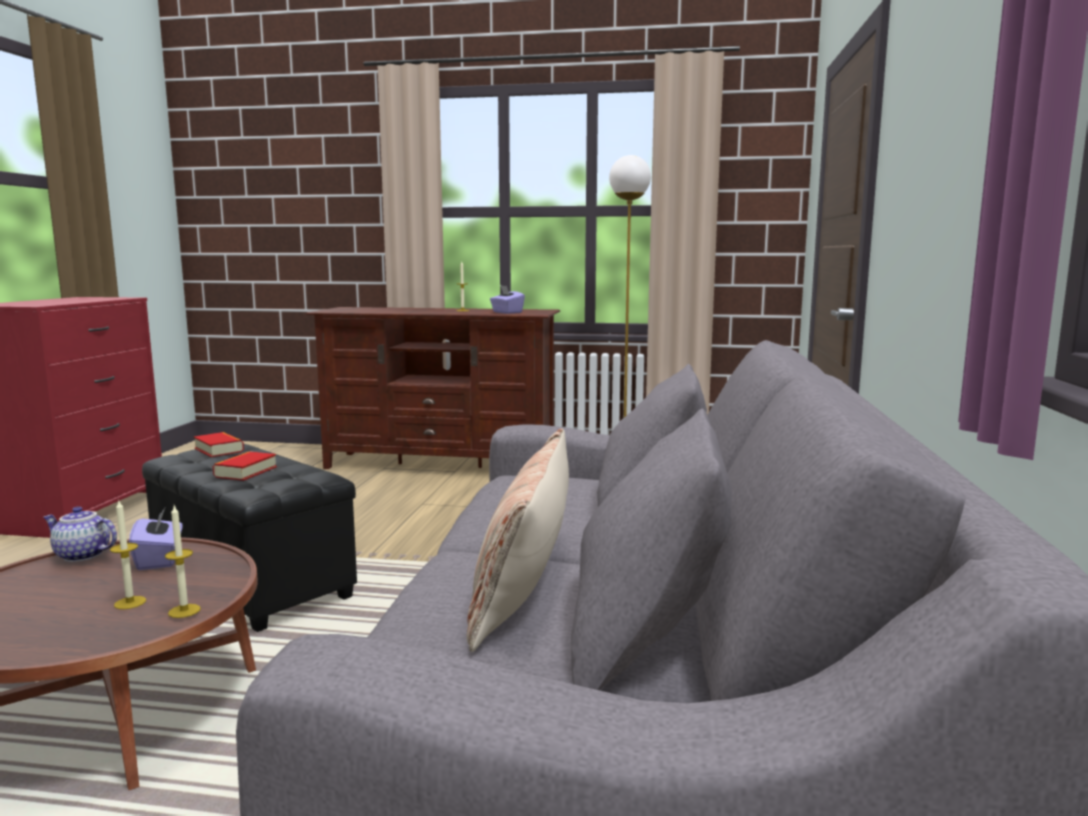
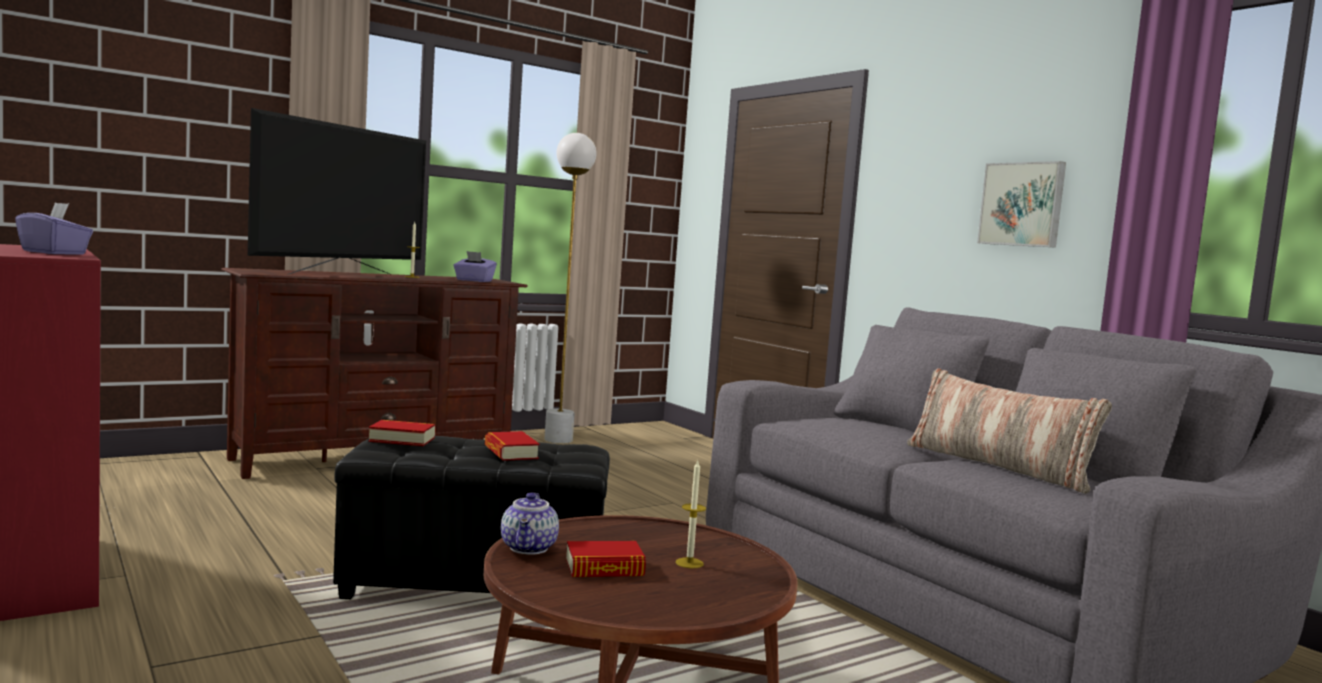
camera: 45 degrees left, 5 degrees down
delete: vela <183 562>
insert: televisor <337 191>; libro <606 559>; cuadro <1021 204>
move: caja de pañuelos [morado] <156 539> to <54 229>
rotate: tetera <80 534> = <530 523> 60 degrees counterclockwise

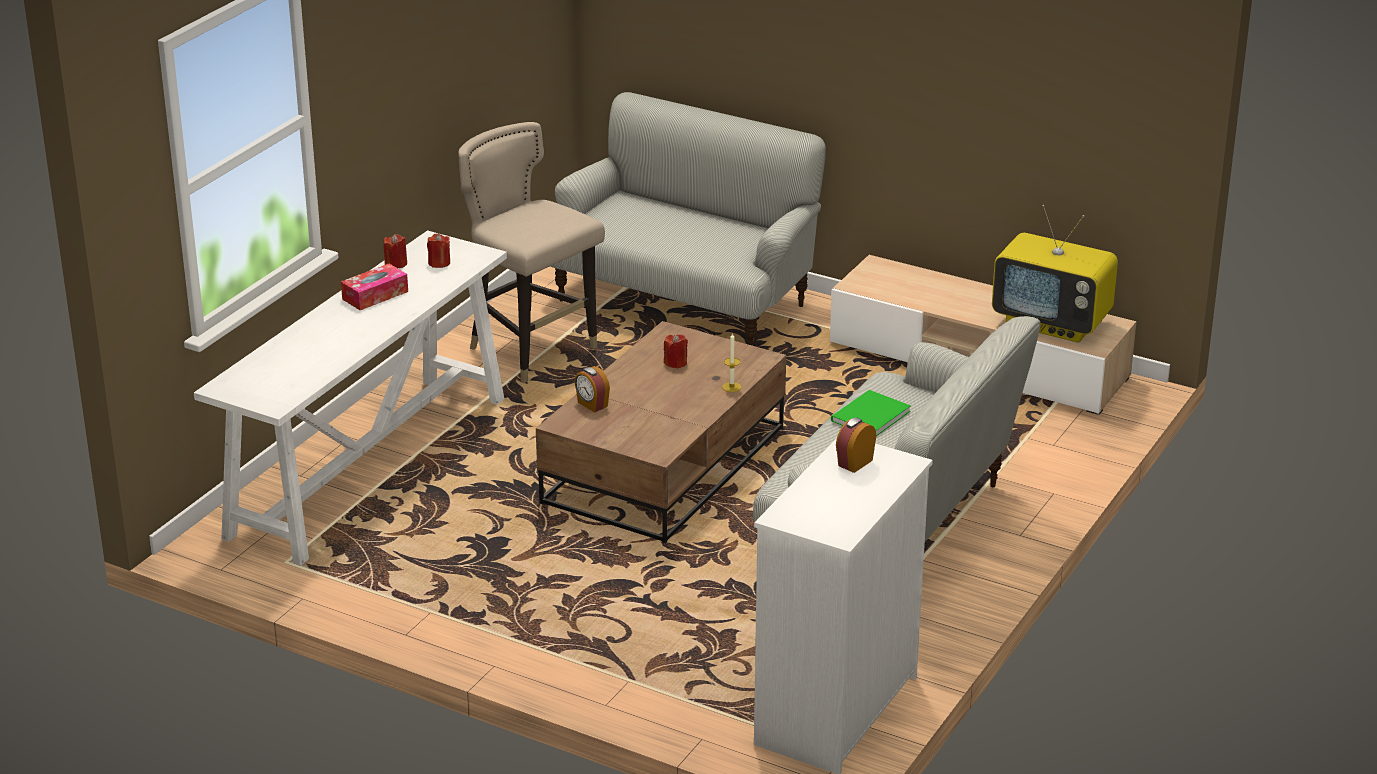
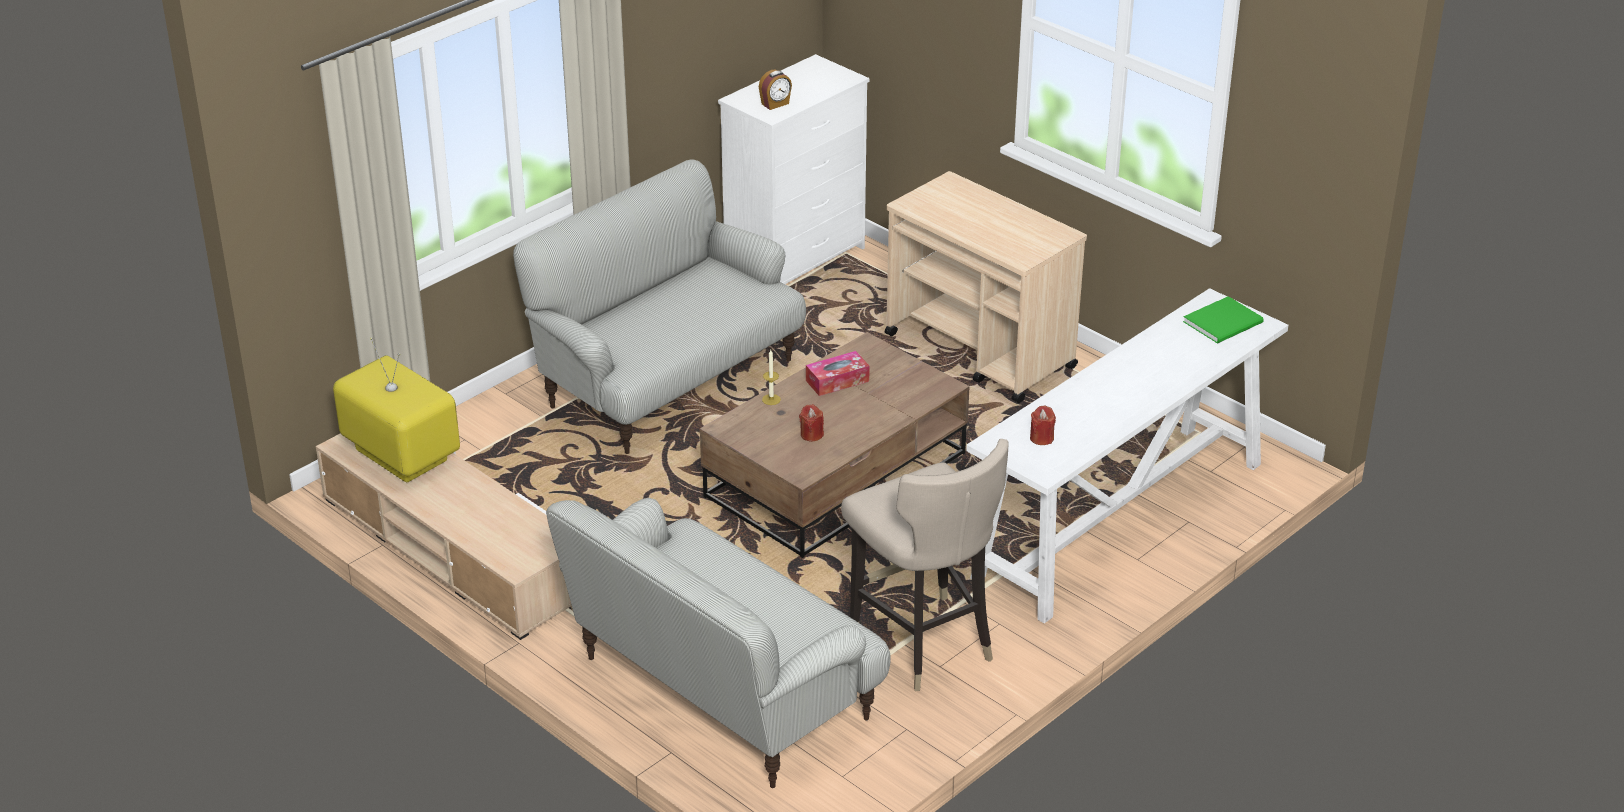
camera: 165 degrees left, 5 degrees up
delete: vela [rojo] <395 251>; despertador <592 389>
insert: carrito [beis] <986 287>
move: caja de pañuelos <374 287> to <838 373>; libro [verde] <871 413> to <1223 320>

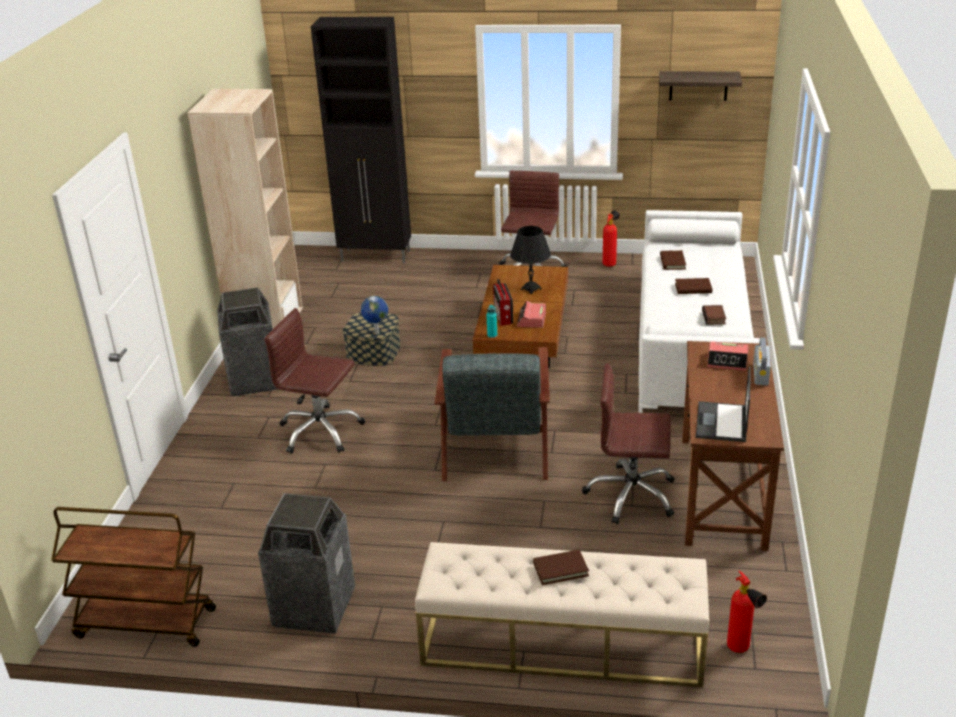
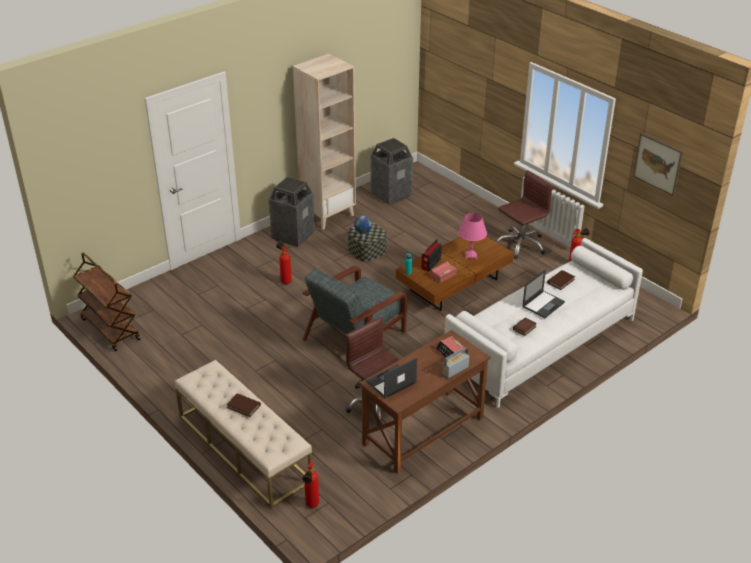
camera: 40 degrees right, 5 degrees up
delete: armario [negro] <361 140>
move: papelera <306 563> to <392 171>
replace: silla de oficina [marrón] <314 381> to extintor <284 263>; estante <700 86> to cuadro <658 164>; libro [marrón] <693 286> to portátil <543 293>
recolor: lámpara de mesa [negro] <530 260> to lámpara de mesa [rosa] <472 236>

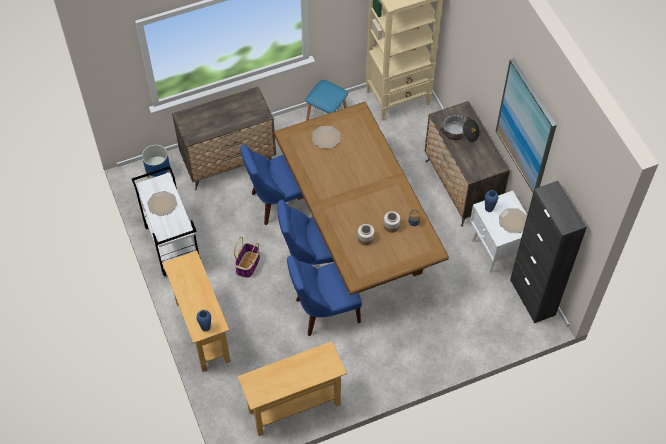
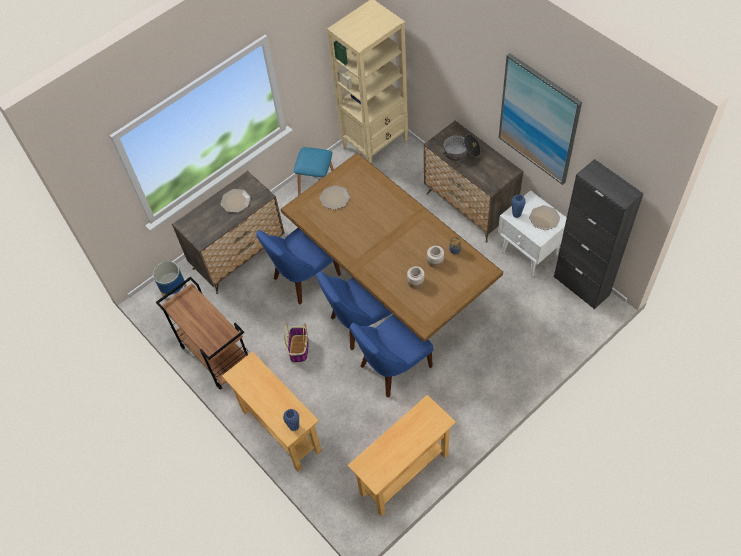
camera: 15 degrees left, 0 degrees up
move: plato <162 203> to <236 201>
recolor: carrito [blanco] <166 221> to carrito [marrón] <202 333>

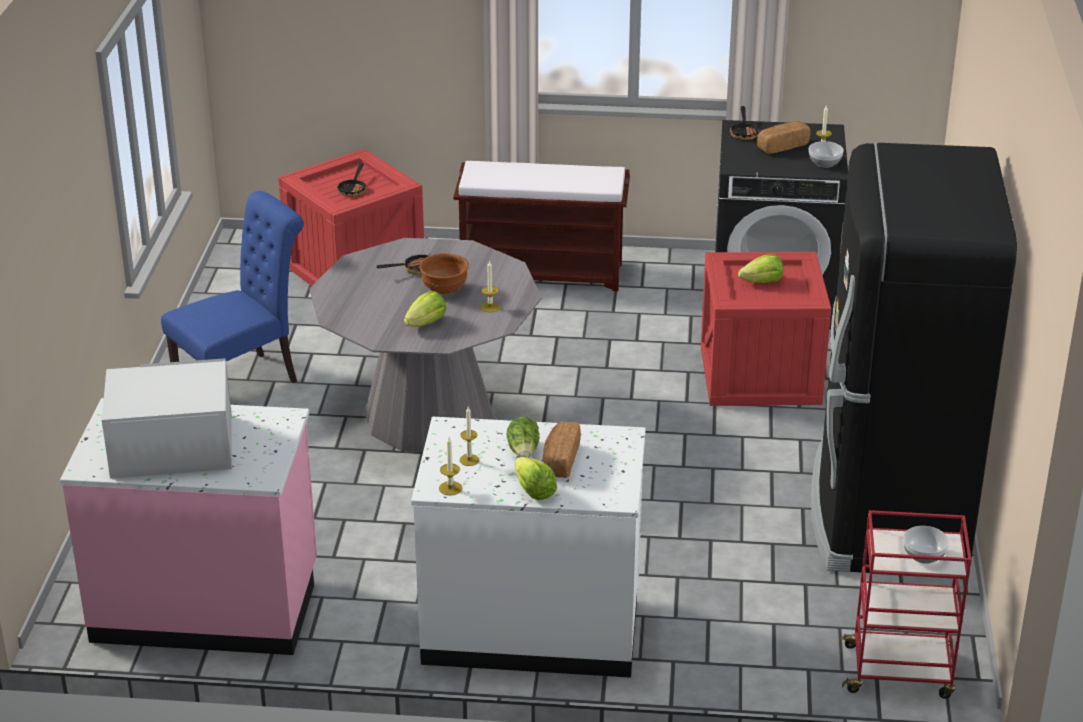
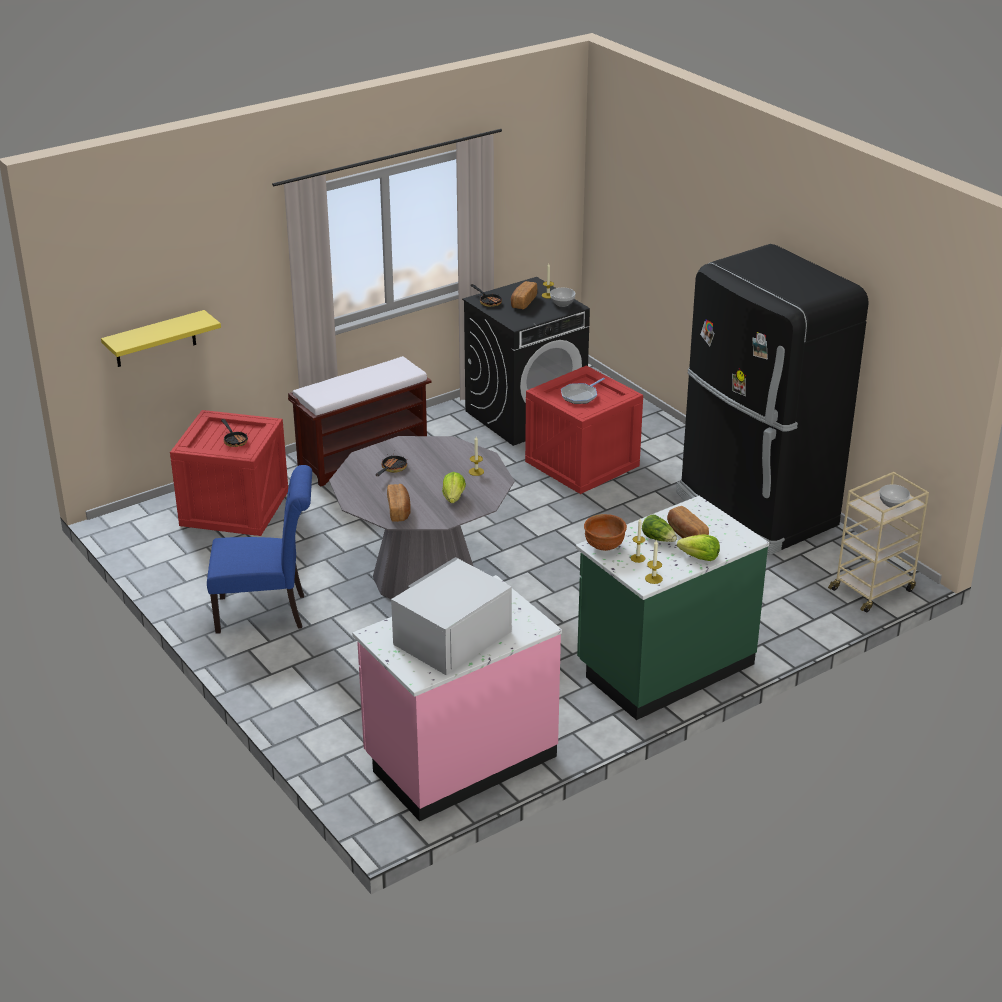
camera: 40 degrees left, 0 degrees up
insert: estante [amarillo] <161 338>; pan <399 503>
move: cuenco [marrón] <444 273> to <605 532>
replace: lechuga <760 268> to sartén <583 391>
recolor: mueble bajo de cocina [blanco] <528 547> to mueble bajo de cocina [verde] <672 608>; carrito [rojo] <906 604> to carrito [beis] <878 542>
rotate: silla [azul] <232 287> = <259 549> 75 degrees clockwise

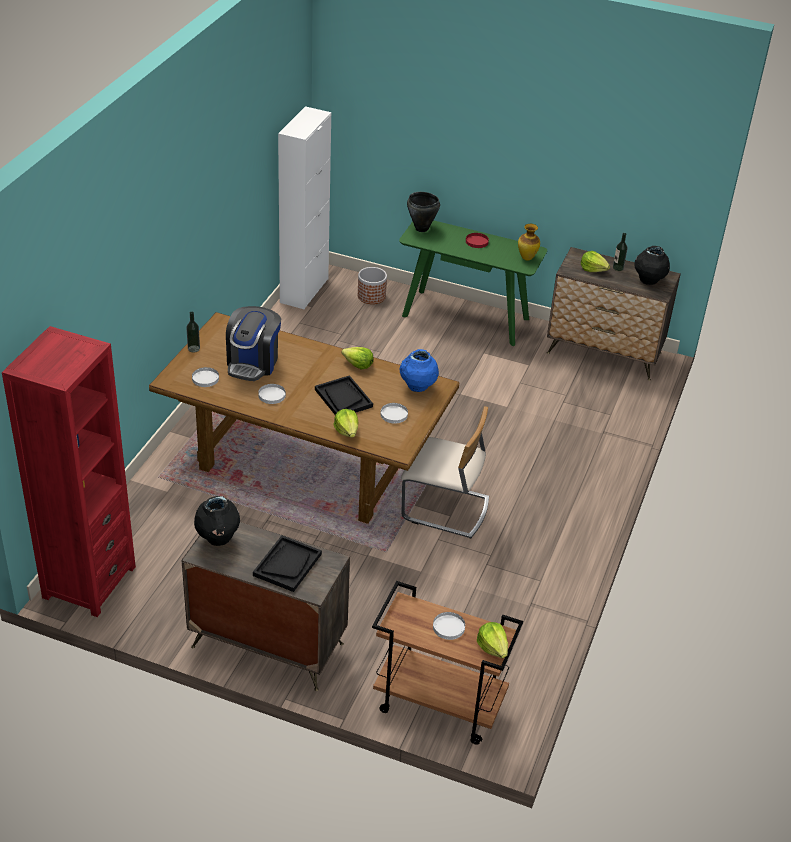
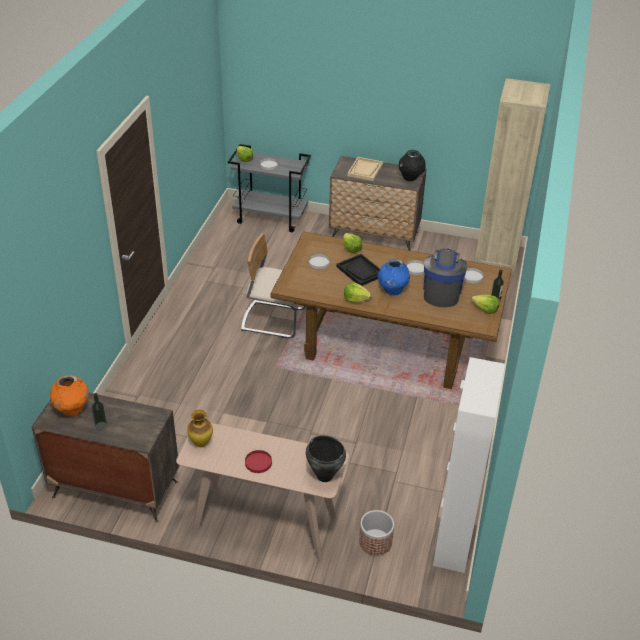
camera: 175 degrees right, 0 degrees up
move: florero [azul] <419 370> to <394 277>; lechuga <595 261> to <485 304>
recolor: estantería [rojo] <69 471> to estantería [beis] <512 176>; bandeja [negro] <287 563> to bandeja [beis] <365 169>; carrito [marrón] <447 663> to carrito [gris] <269 188>; mesa consola [verde] <473 283> to mesa consola [beis] <262 492>; florero [negro] <652 265> to florero [naranja] <69 395>

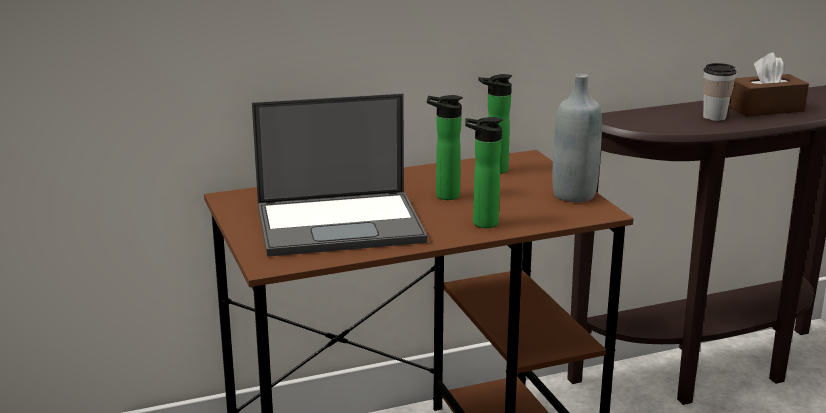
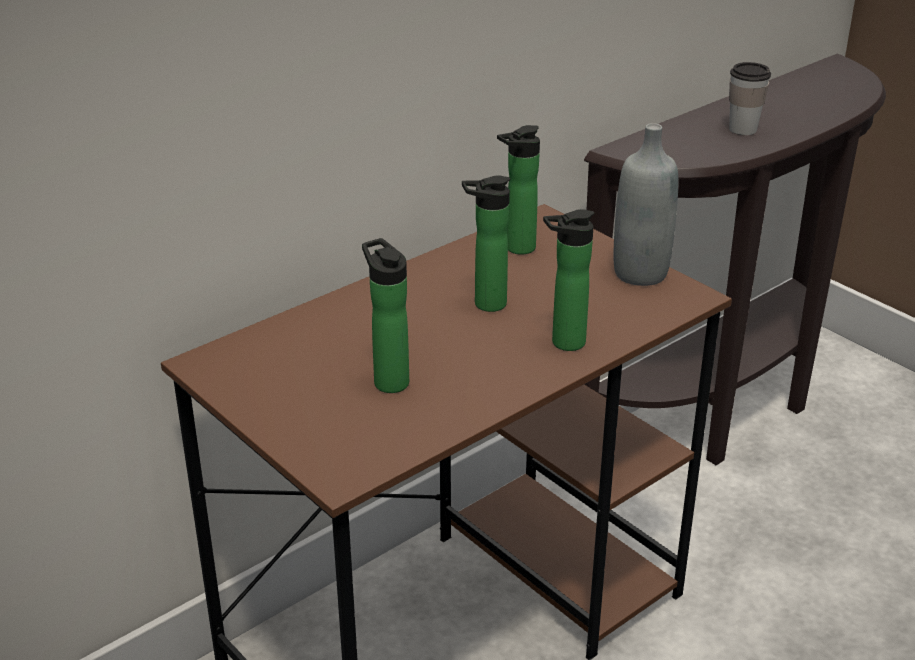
camera: 20 degrees left, 10 degrees up
delete: caja de pañuelos [marrón] <768 84>
replace: portátil <339 175> to botella <385 315>

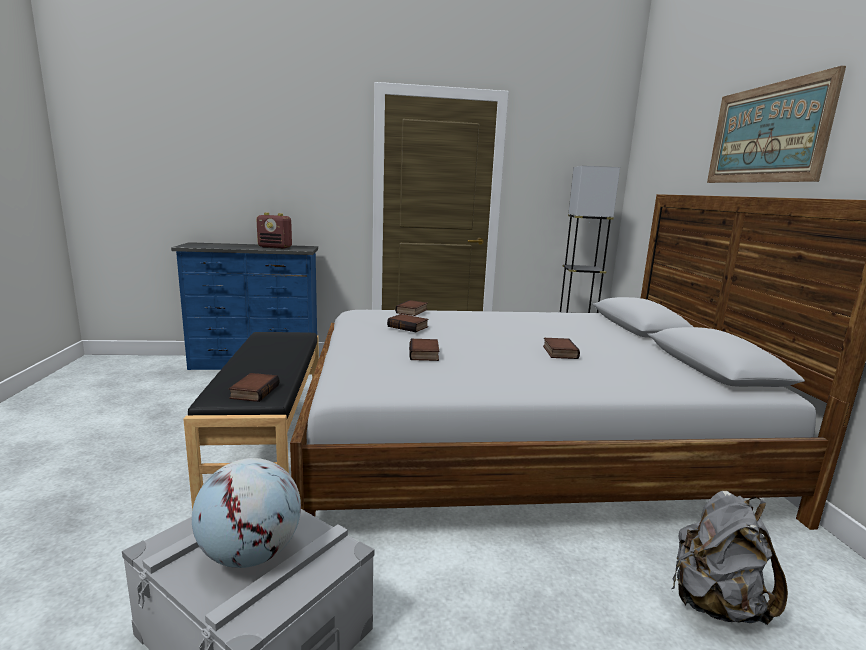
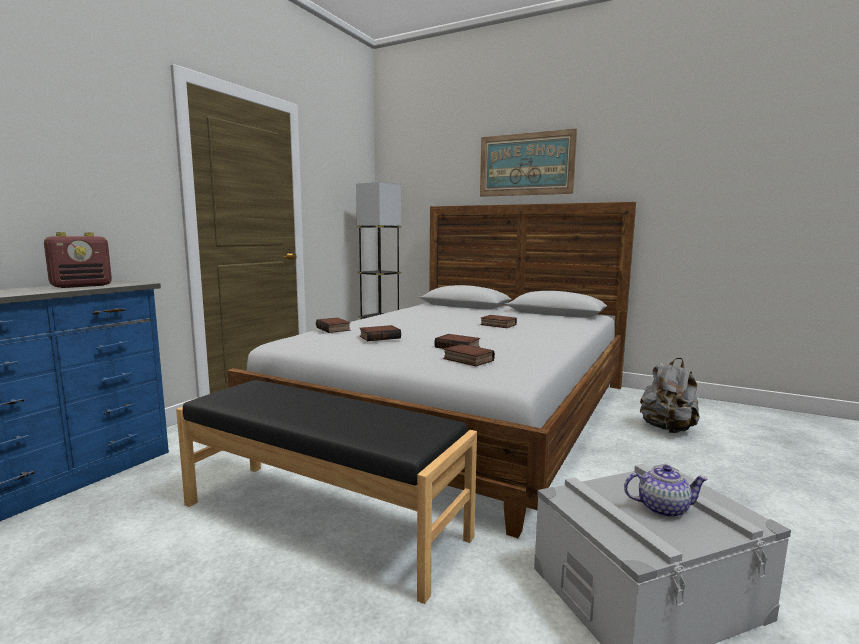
camera: 55 degrees left, 5 degrees down
move: libro <254 387> to <469 355>
replace: globo terráqueo <246 513> to tetera <666 491>

